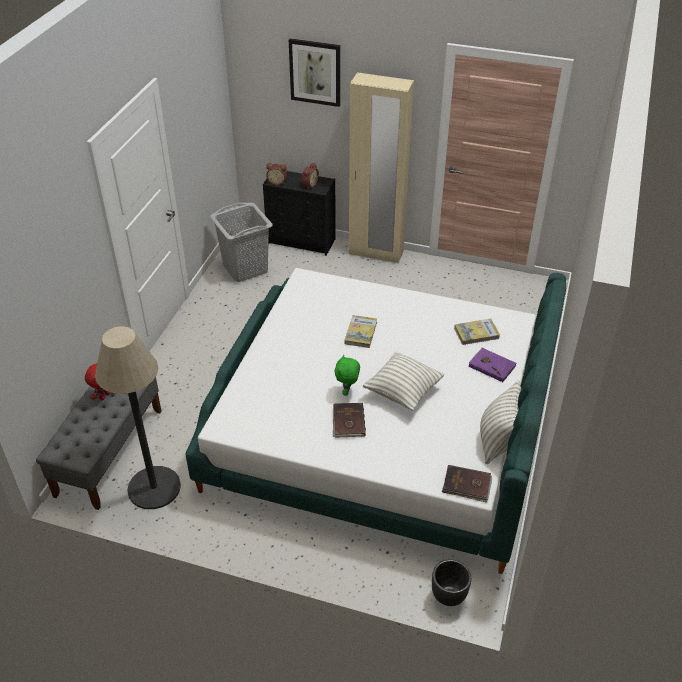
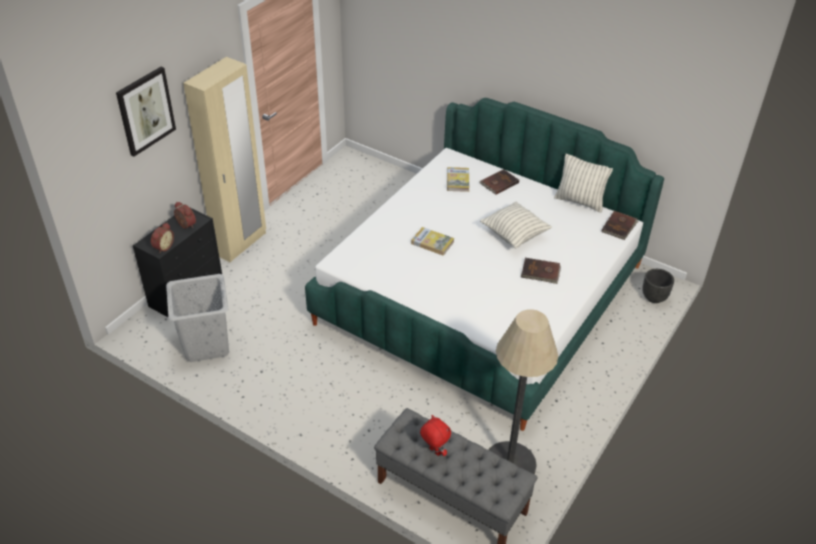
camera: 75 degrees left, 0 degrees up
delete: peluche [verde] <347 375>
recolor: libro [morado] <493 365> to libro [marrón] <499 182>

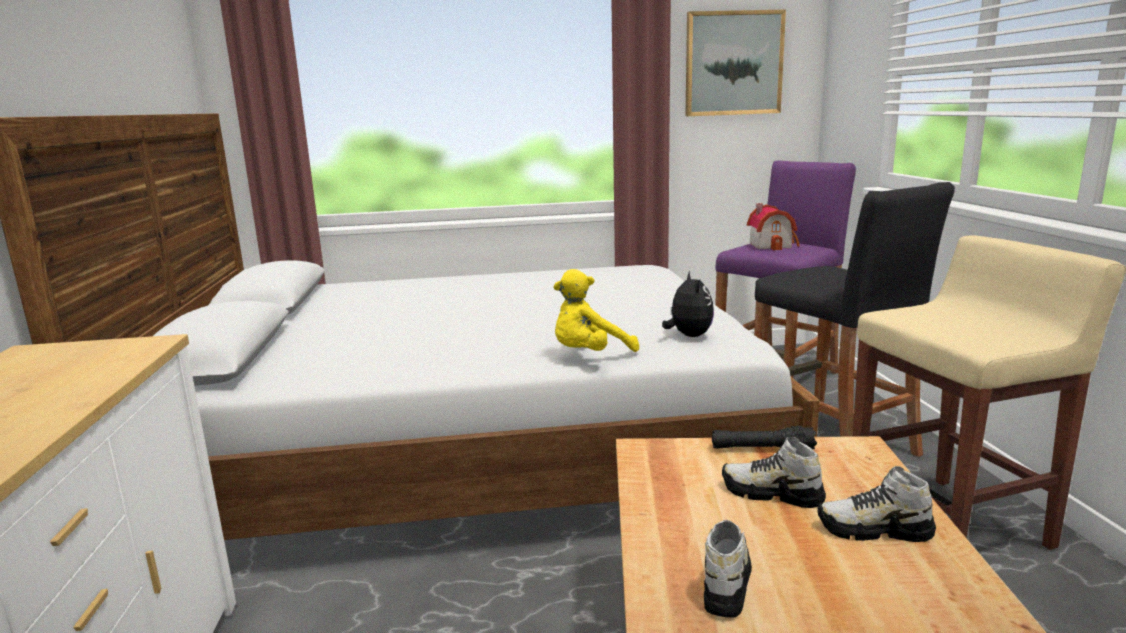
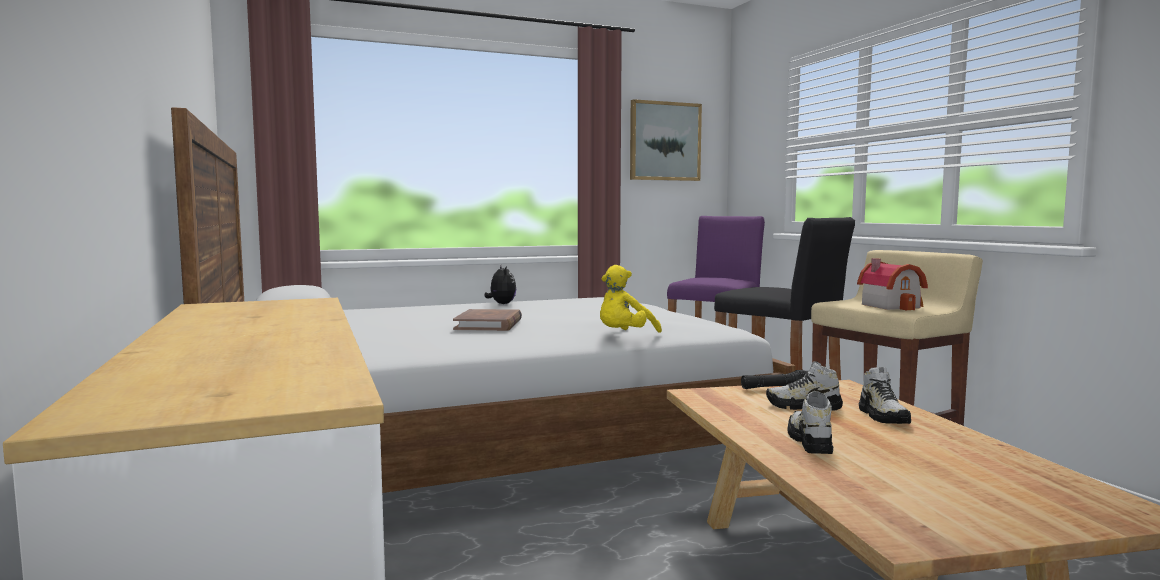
camera: 15 degrees left, 10 degrees down
insert: libro [marrón] <487 320>
move: peluche <688 304> to <500 285>; casita <773 226> to <892 284>
rotate: zapato <877 504> = <885 395> 90 degrees counterclockwise

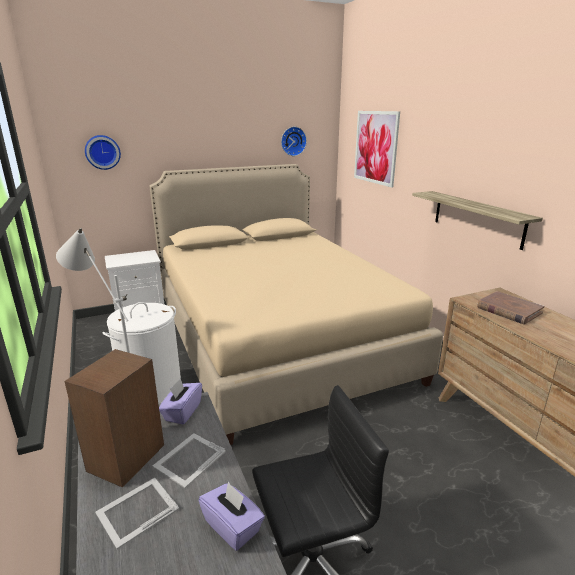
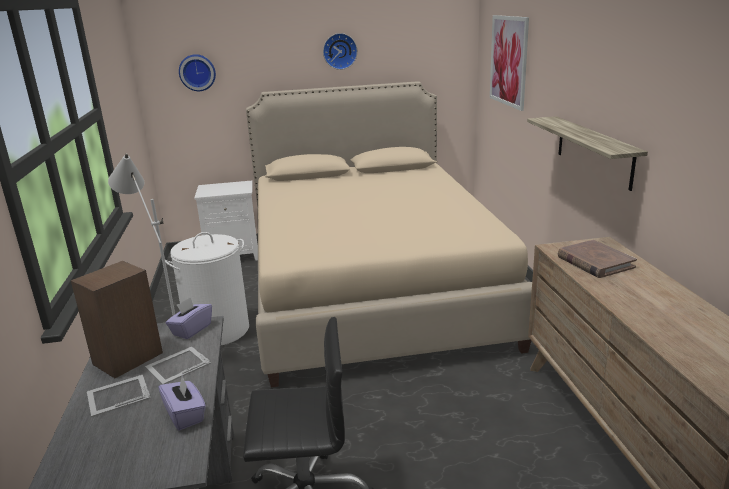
camera: 15 degrees right, 0 degrees up
move: reloj de pared <294 141> to <340 51>

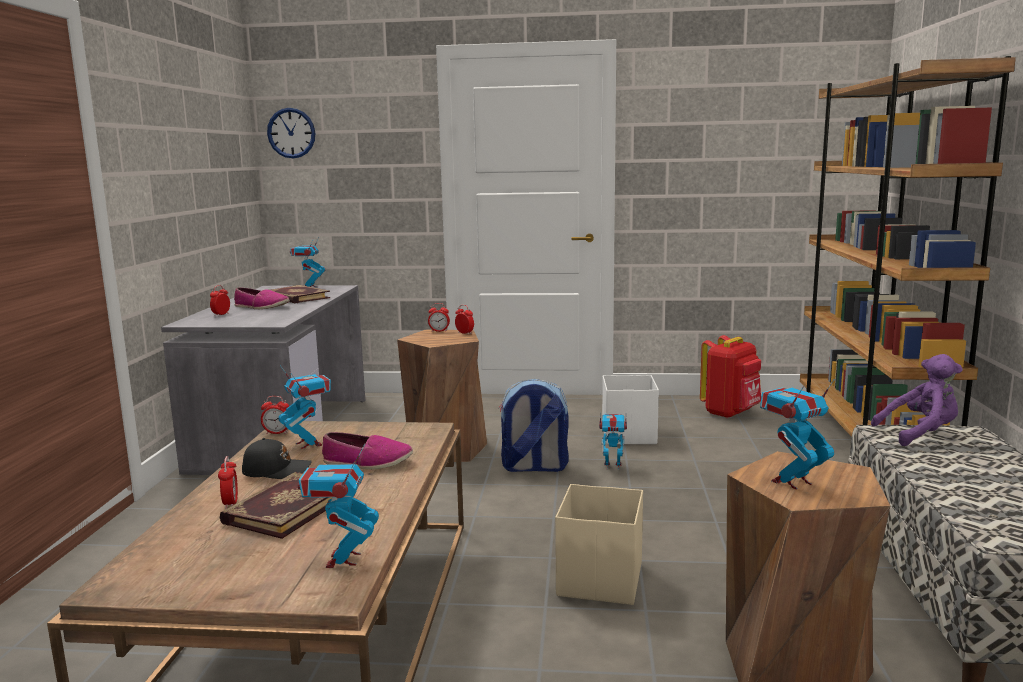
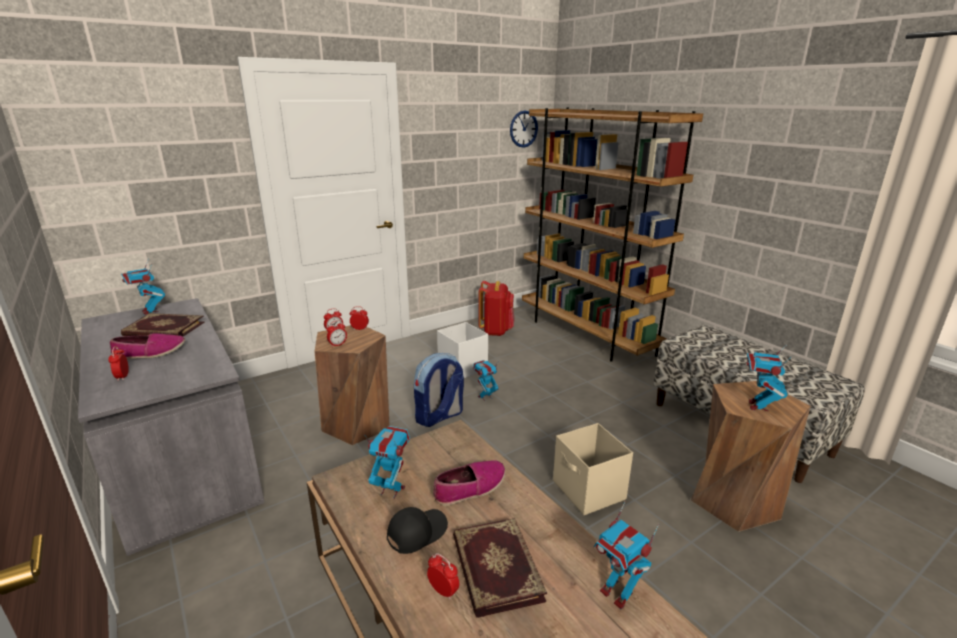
camera: 40 degrees left, 10 degrees up
delete: peluche [morado] <917 400>
move: despertador <275 415> to <337 333>; reloj de pared <291 133> to <524 129>

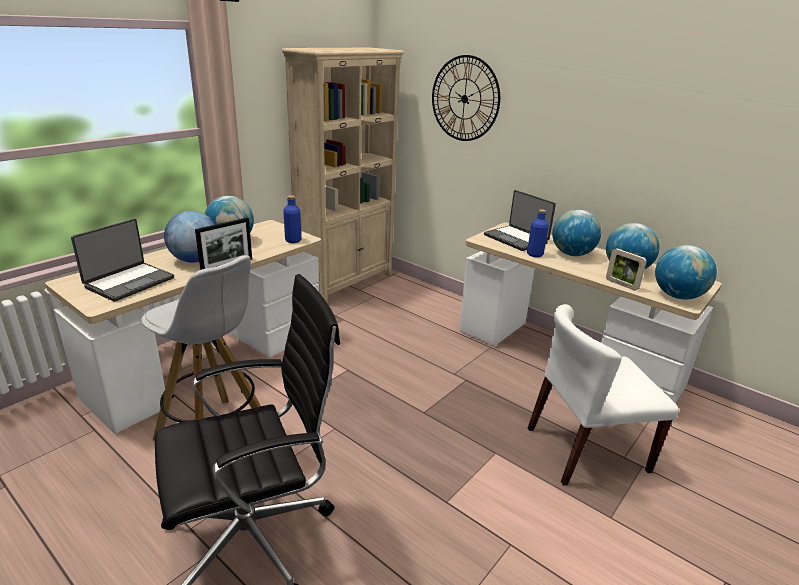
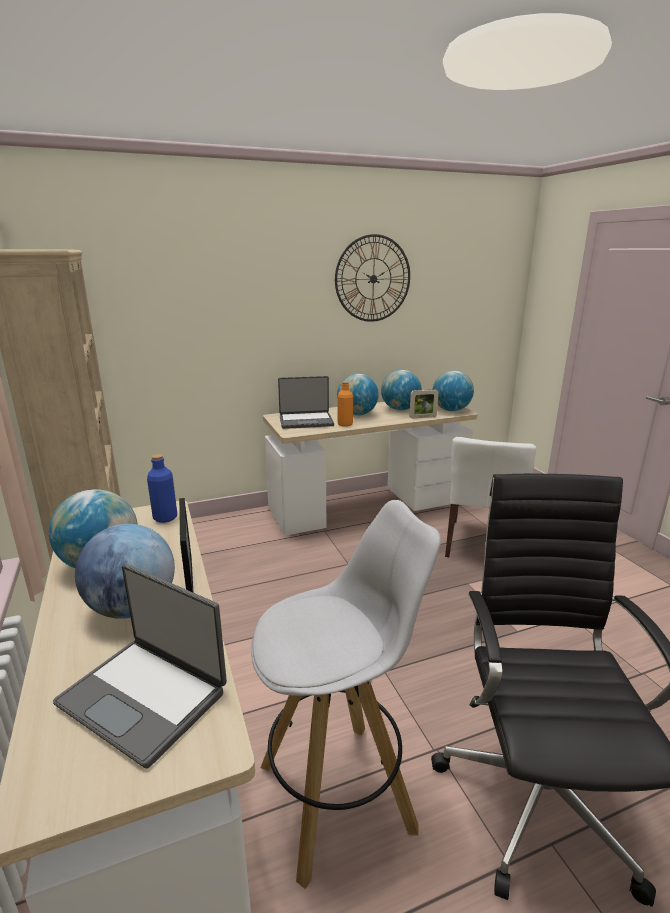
camera: 60 degrees left, 5 degrees down
move: reloj de pared <466 98> to <372 278>
recolor: botella [azul] <538 233> to botella [naranja] <345 404>
rotate: portátil <122 260> = <140 666> 150 degrees clockwise

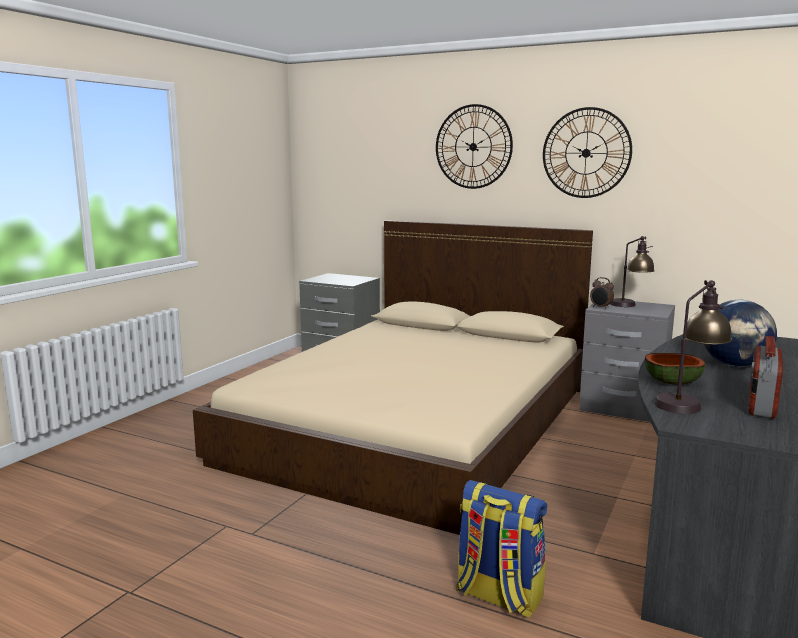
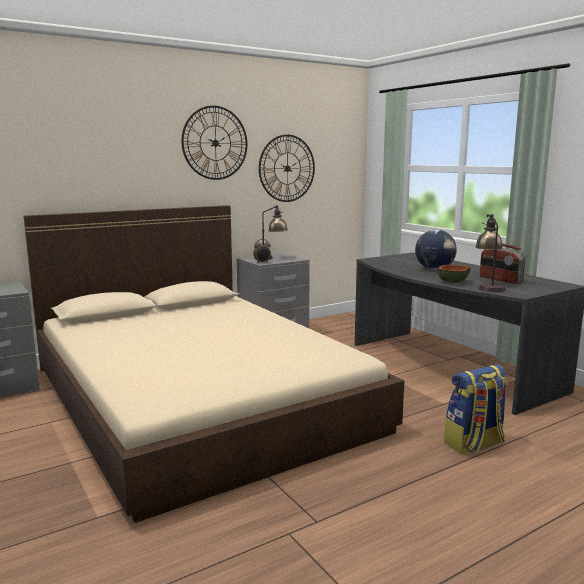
camera: 60 degrees left, 0 degrees up
move: reloj de pared <474 146> to <287 168>

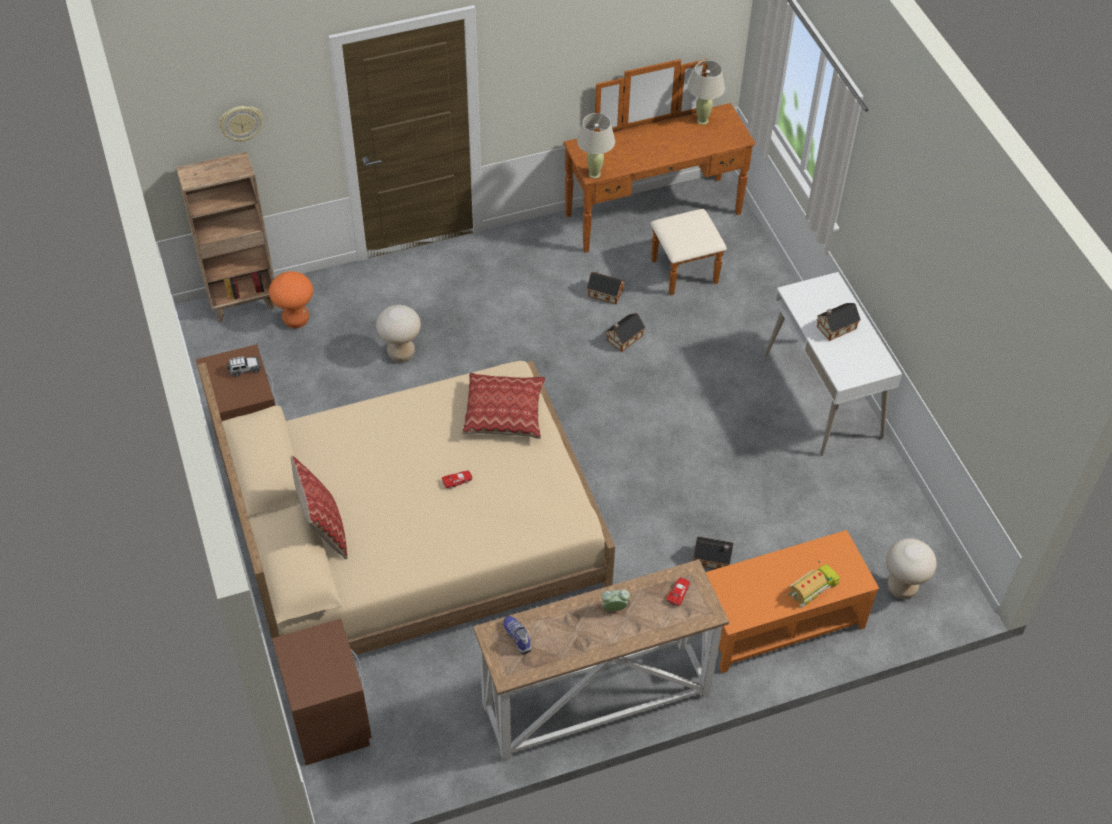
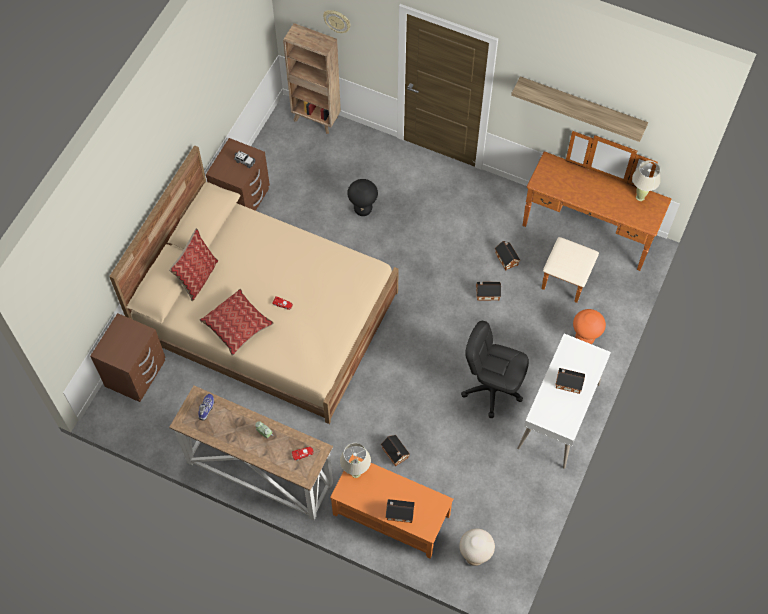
camera: 45 degrees right, 10 degrees up
insert: silla de oficina [negro] <495 369>; estante <579 109>
move: taburete [naranja] <291 299> to <589 326>; cojín <504 406> to <236 322>; lámpara de mesa [beis] <596 145> to <355 460>
replace: camión de juguete <814 584> to casita <400 511>
recolor: taburete [beis] <398 333> to taburete [negro] <362 197>

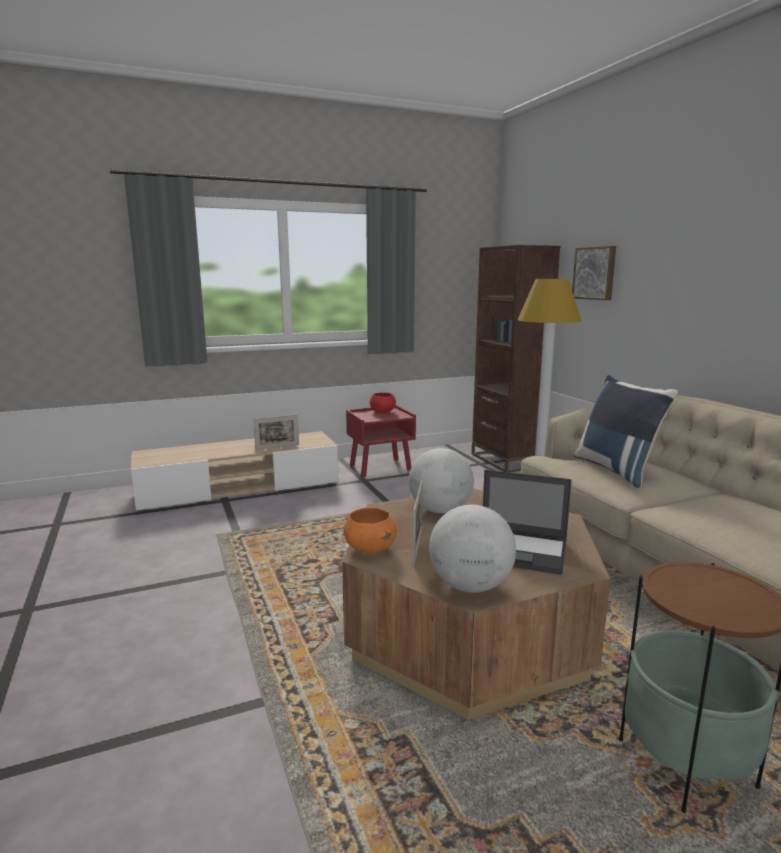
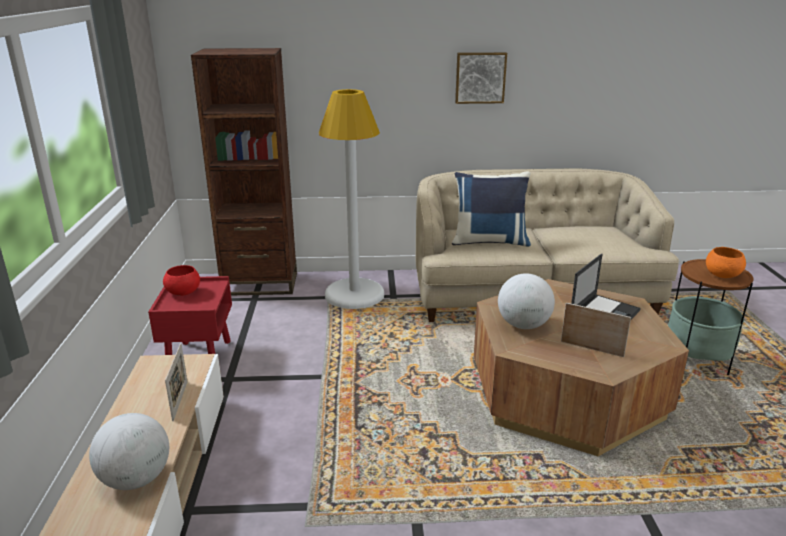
camera: 70 degrees left, 10 degrees up
move: cuenco [naranja] <370 530> to <726 262>; globo terráqueo <472 549> to <129 451>; cuadro <594 273> to <481 78>

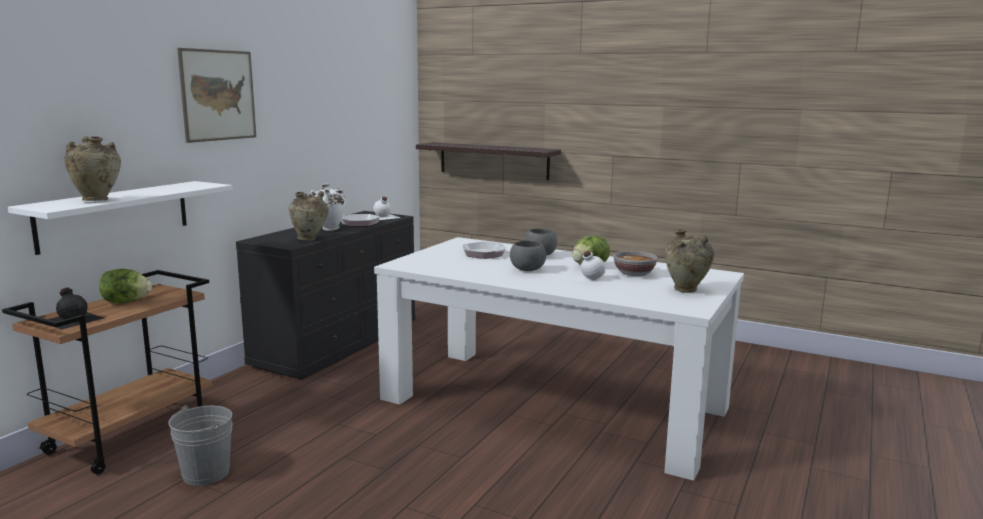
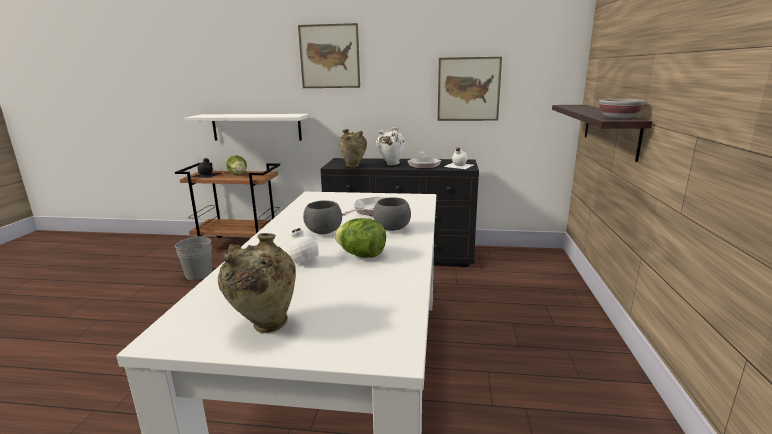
camera: 70 degrees right, 5 degrees up
delete: florero [beis] <92 168>
insert: cuadro <470 89>
move: cuenco <635 263> to <622 109>

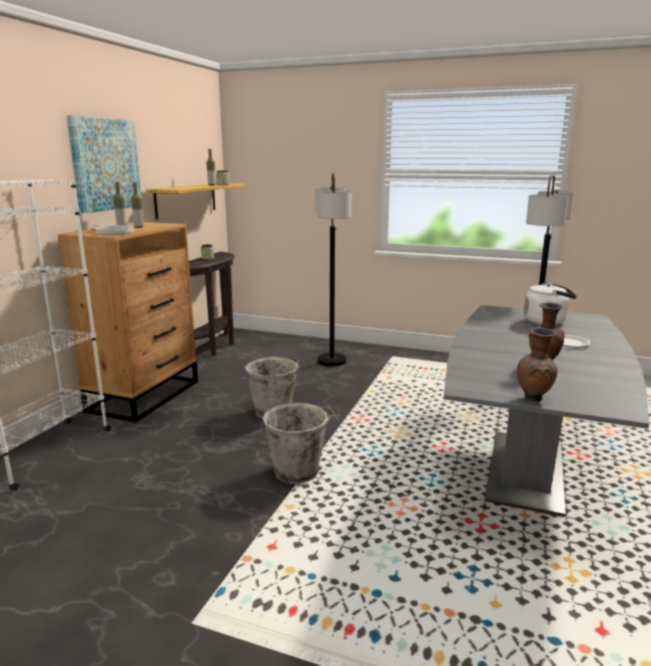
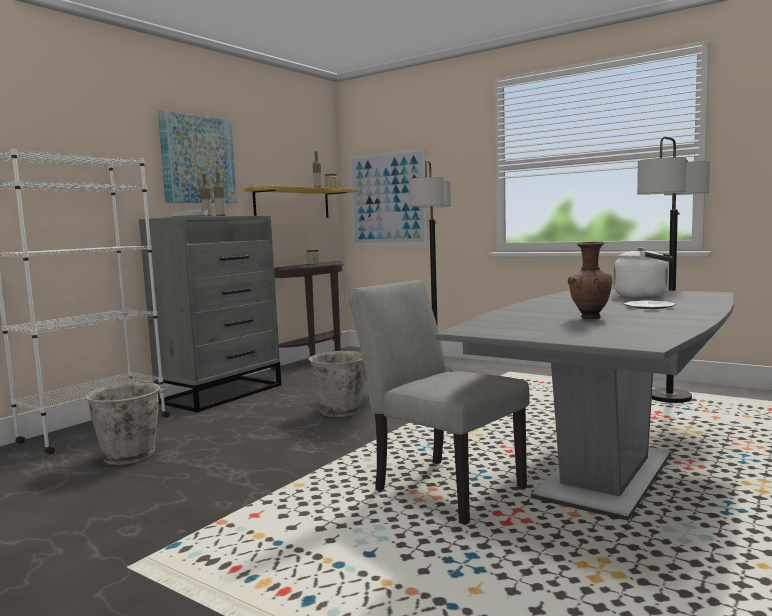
camera: 15 degrees right, 10 degrees down
delete: florero [marrón] <537 364>
insert: silla [gris] <438 402>; cuadro <388 197>
move: cubo [gris] <298 443> to <127 423>
recolor: cómoda [marrón] <128 322> to cómoda [gris] <210 314>

